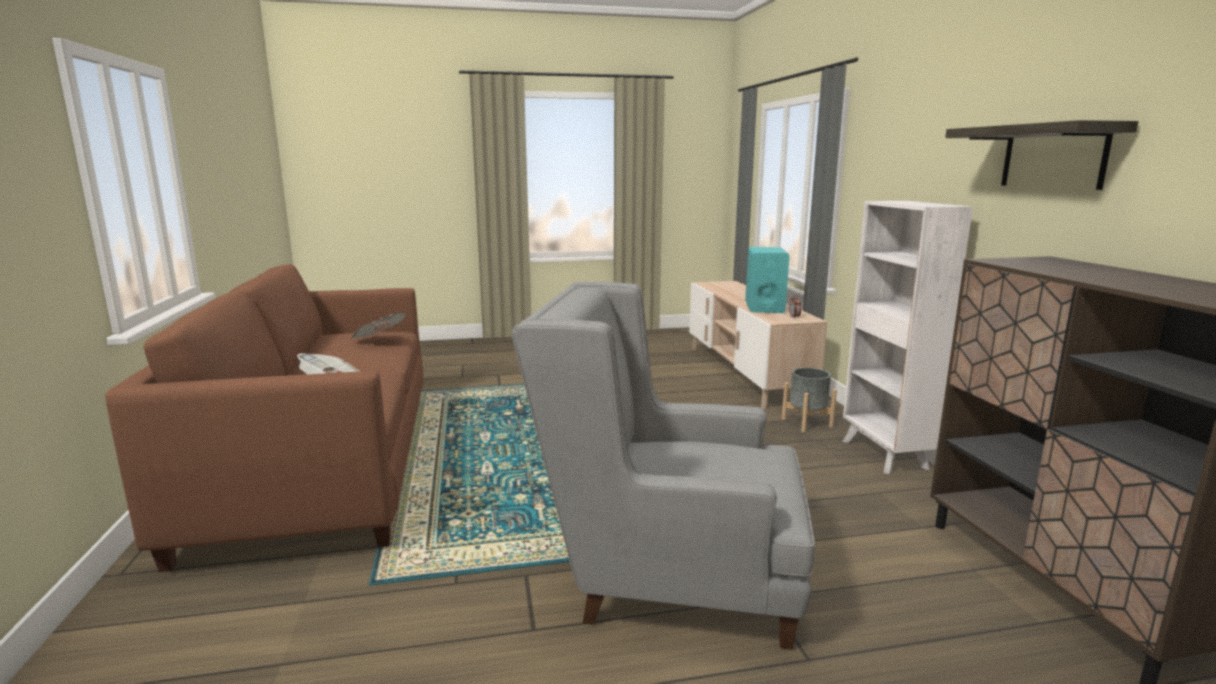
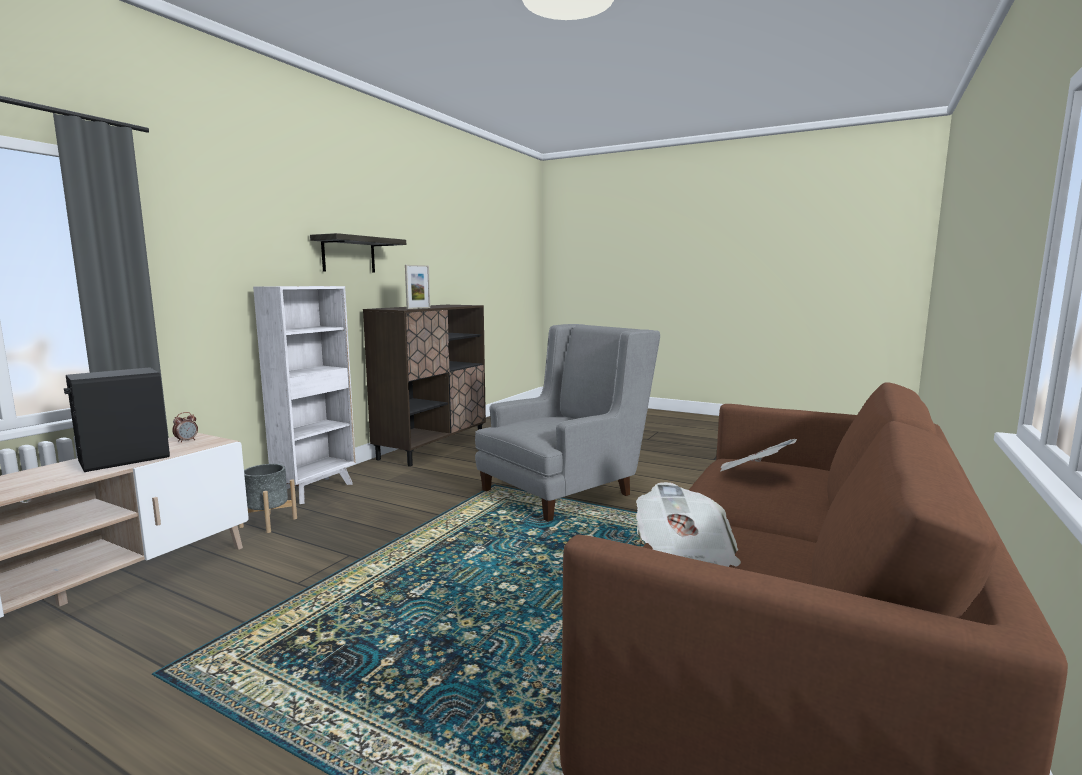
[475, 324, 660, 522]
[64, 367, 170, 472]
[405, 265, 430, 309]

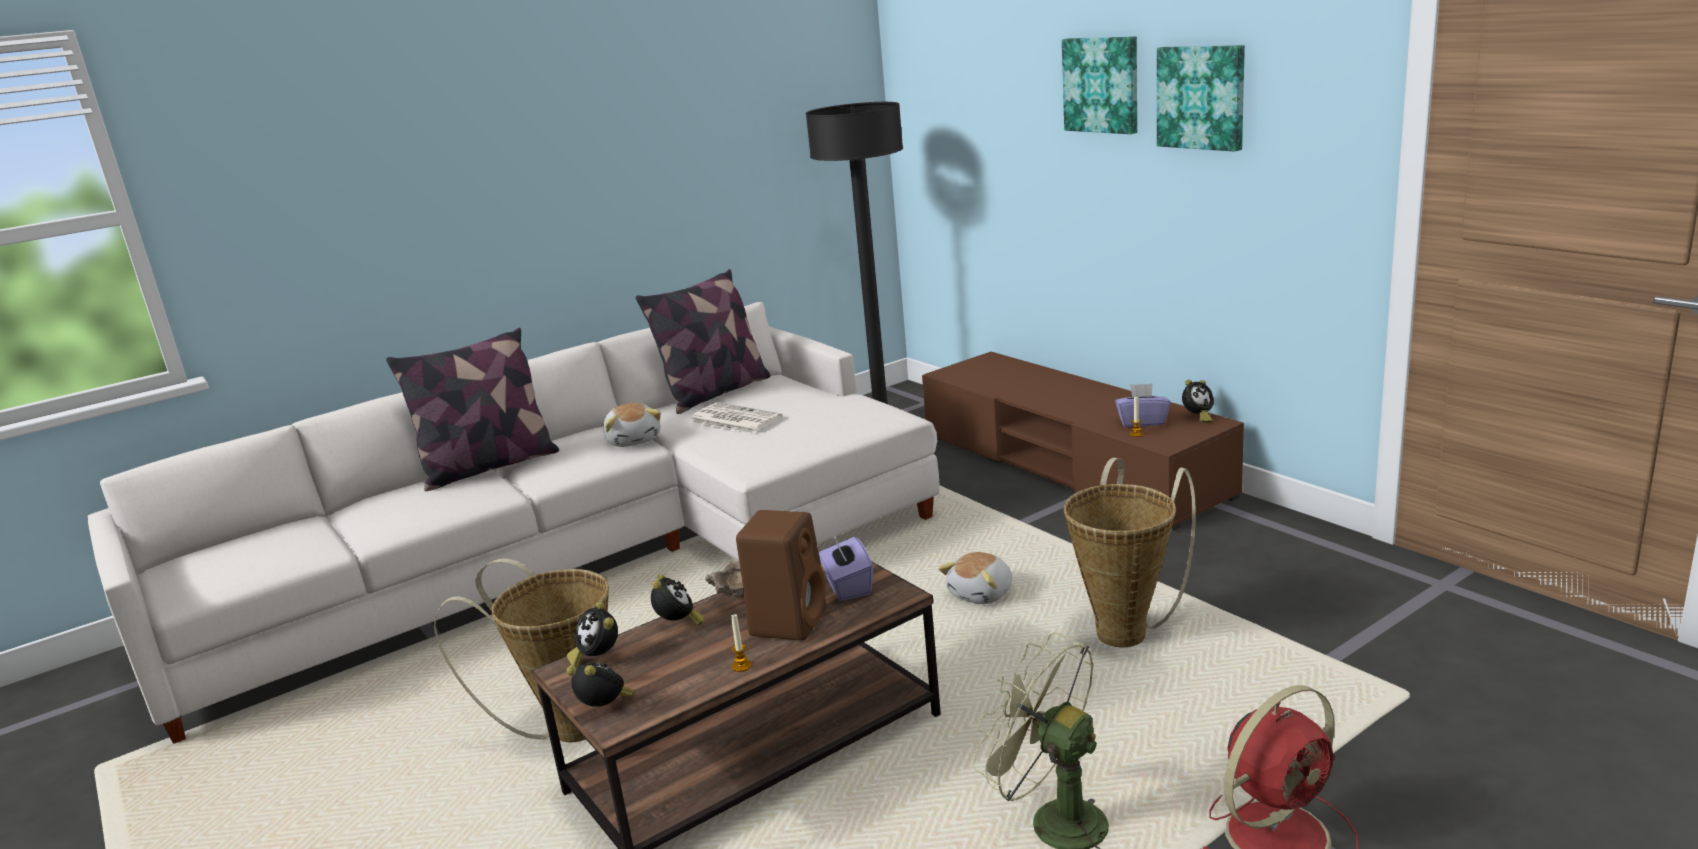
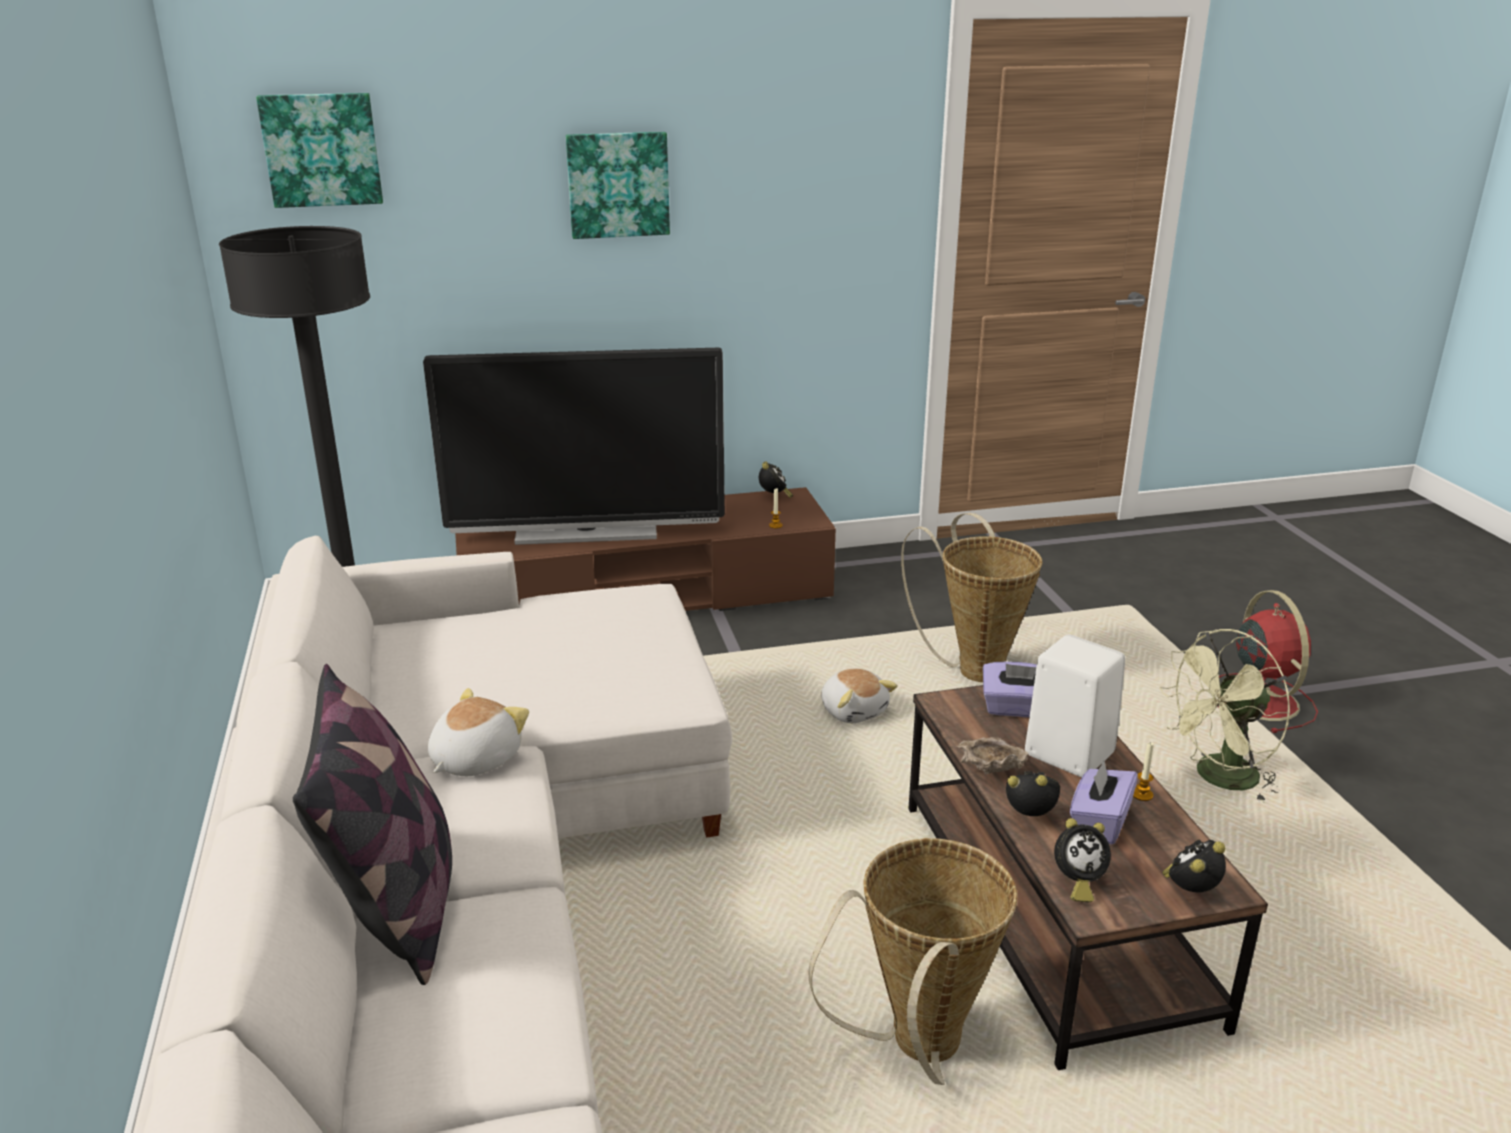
[428, 688, 529, 776]
[636, 269, 770, 414] (first image)
[689, 402, 783, 434] (first image)
[1025, 634, 1125, 778]
[1070, 760, 1138, 845]
[256, 93, 383, 208]
[423, 348, 725, 545]

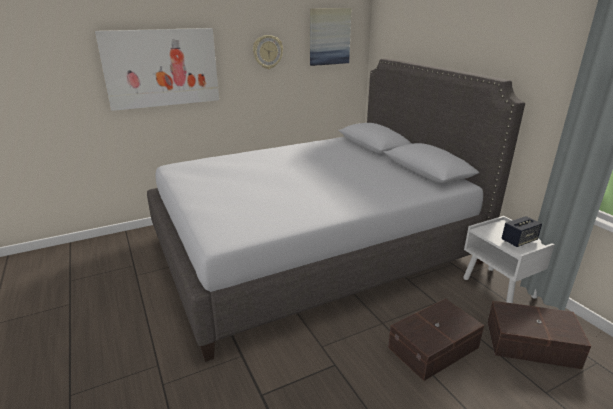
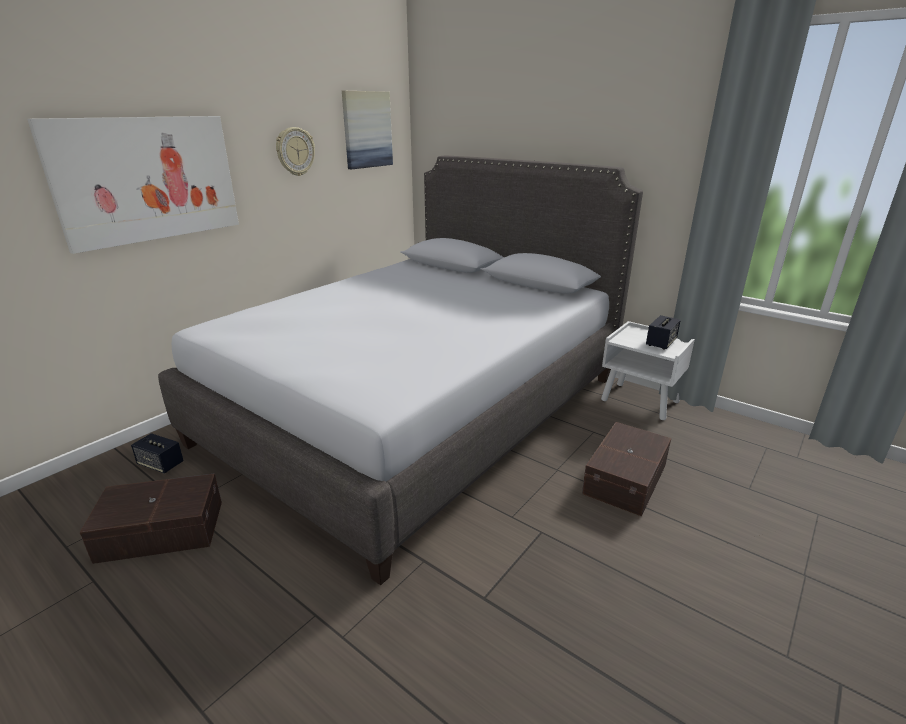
[79, 473, 222, 564]
[131, 433, 184, 474]

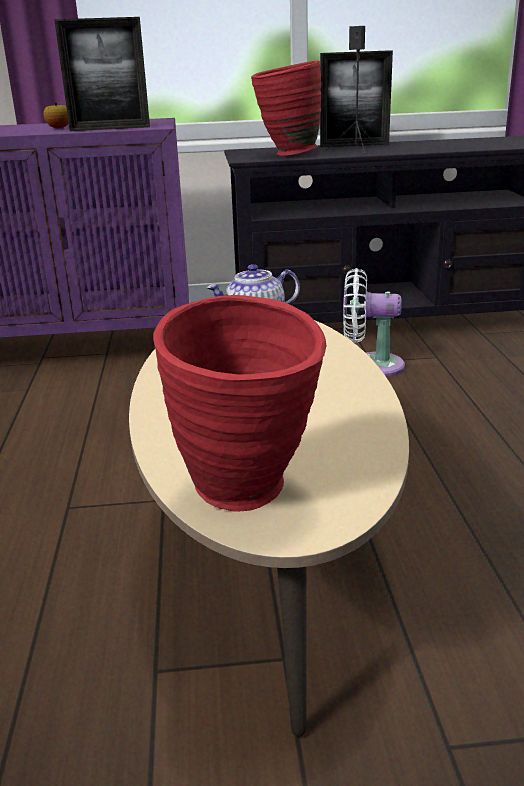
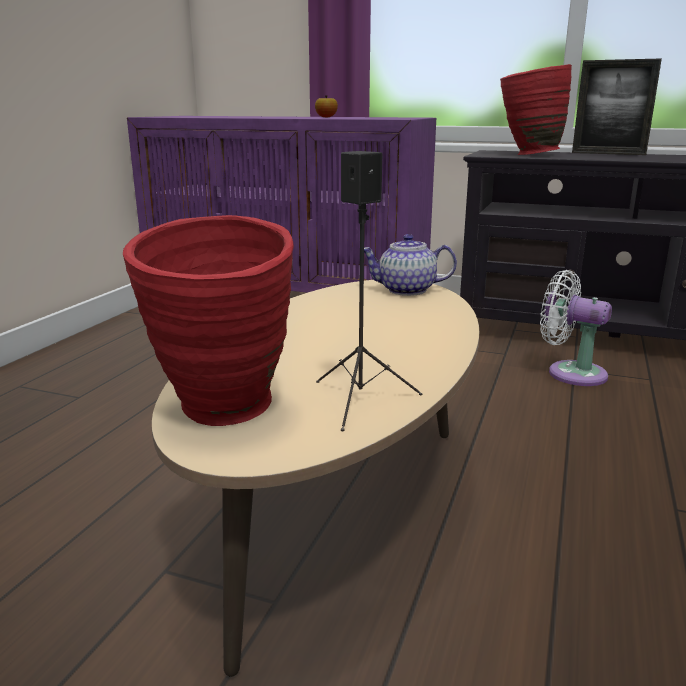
[54, 17, 150, 131] (first image)
[316, 151, 422, 431]

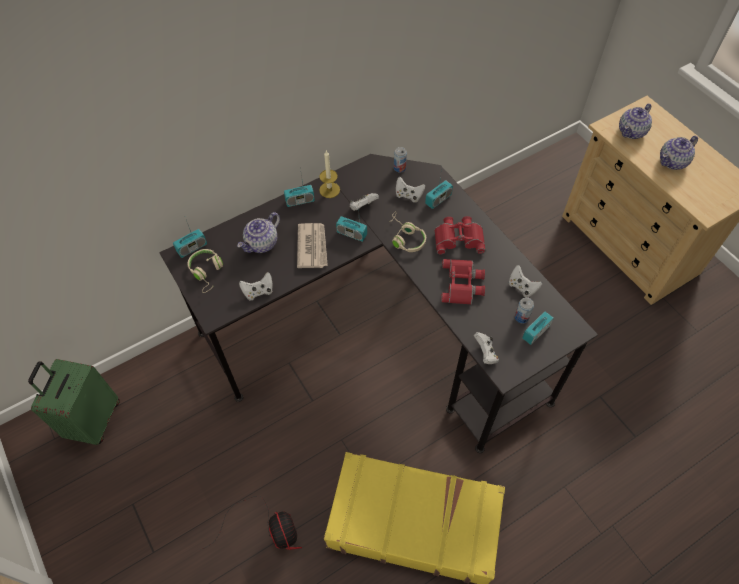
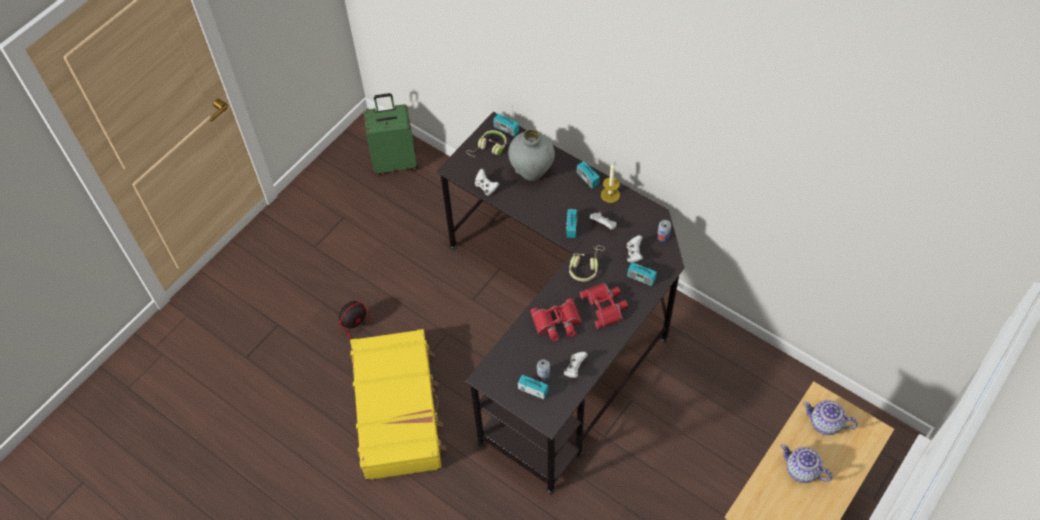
[508, 129, 555, 181]
[297, 223, 328, 268] (first image)
[474, 332, 499, 364] (first image)

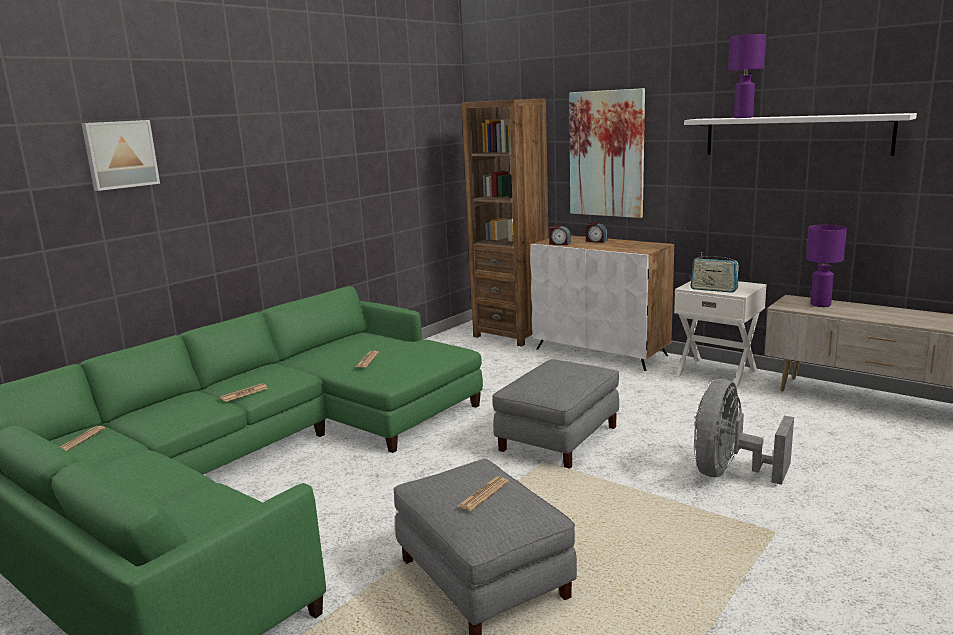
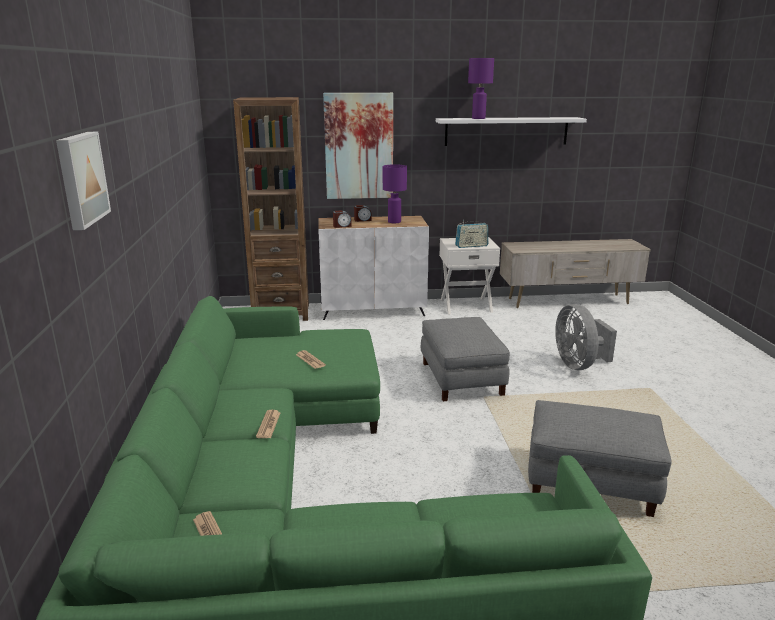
[458, 477, 509, 511] (first image)
[383, 164, 407, 223]

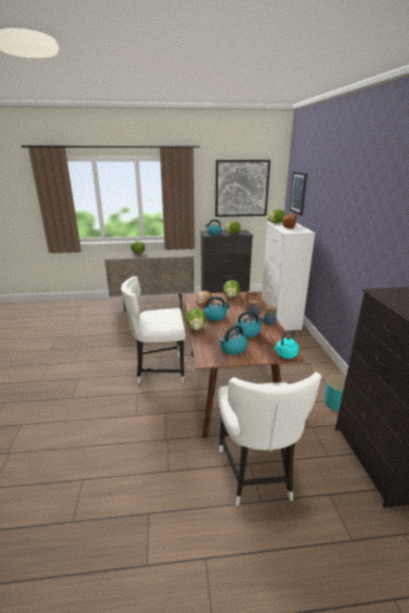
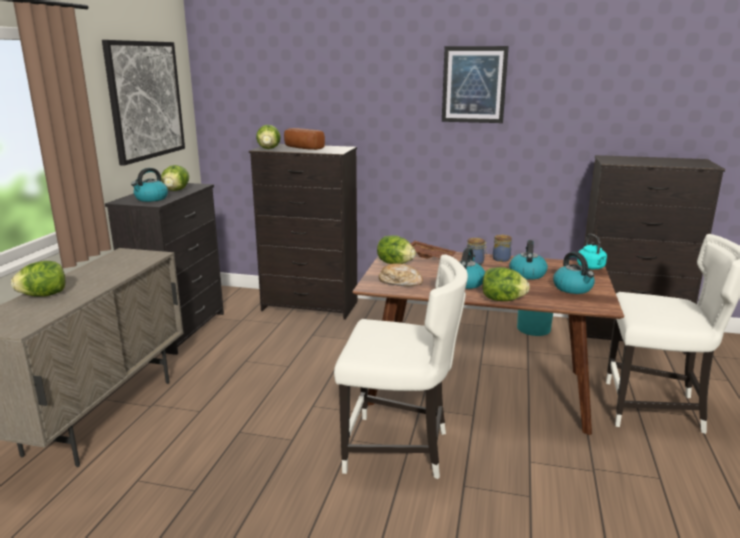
[334, 254, 468, 479]
[249, 144, 357, 320]
[442, 46, 509, 123]

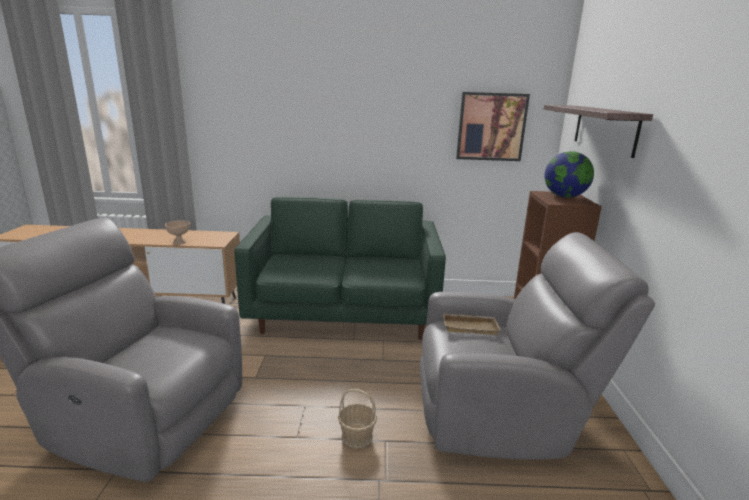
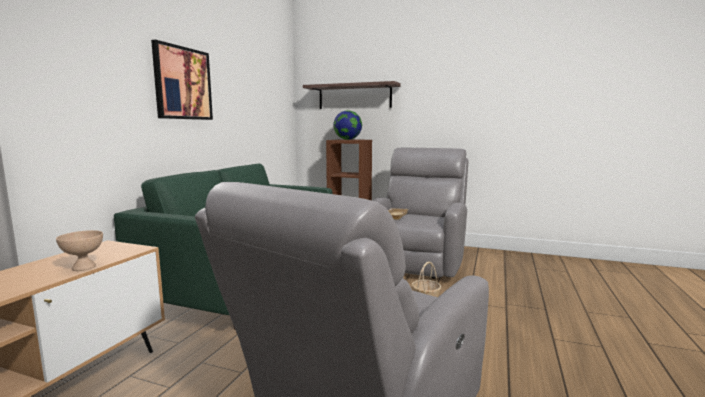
[151, 40, 213, 120]

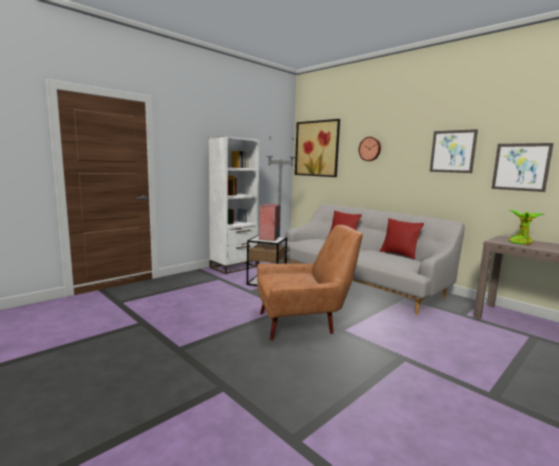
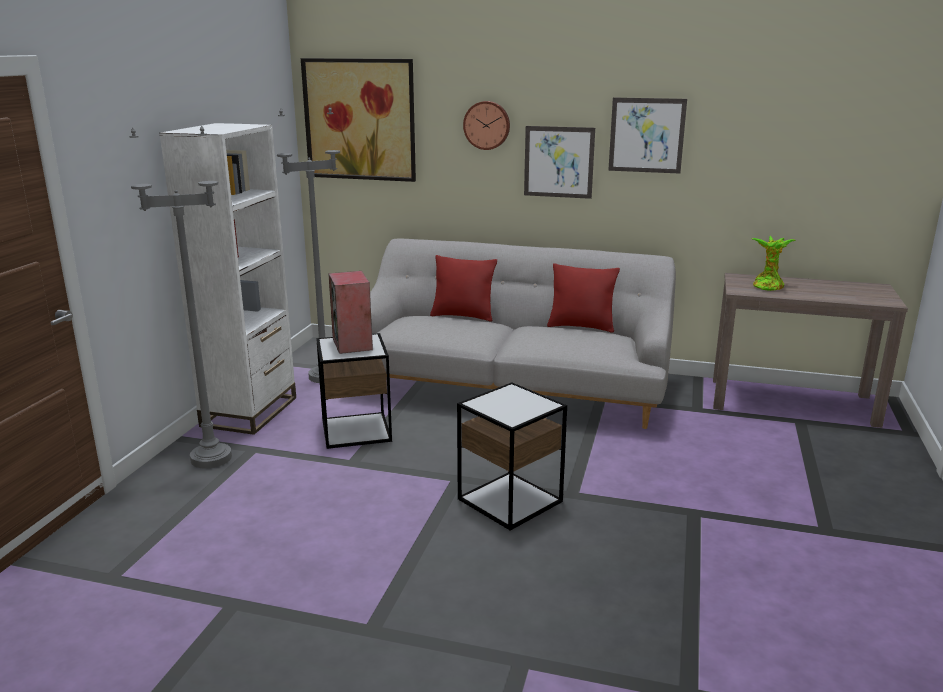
[457, 382, 567, 531]
[524, 126, 595, 199]
[129, 126, 232, 469]

